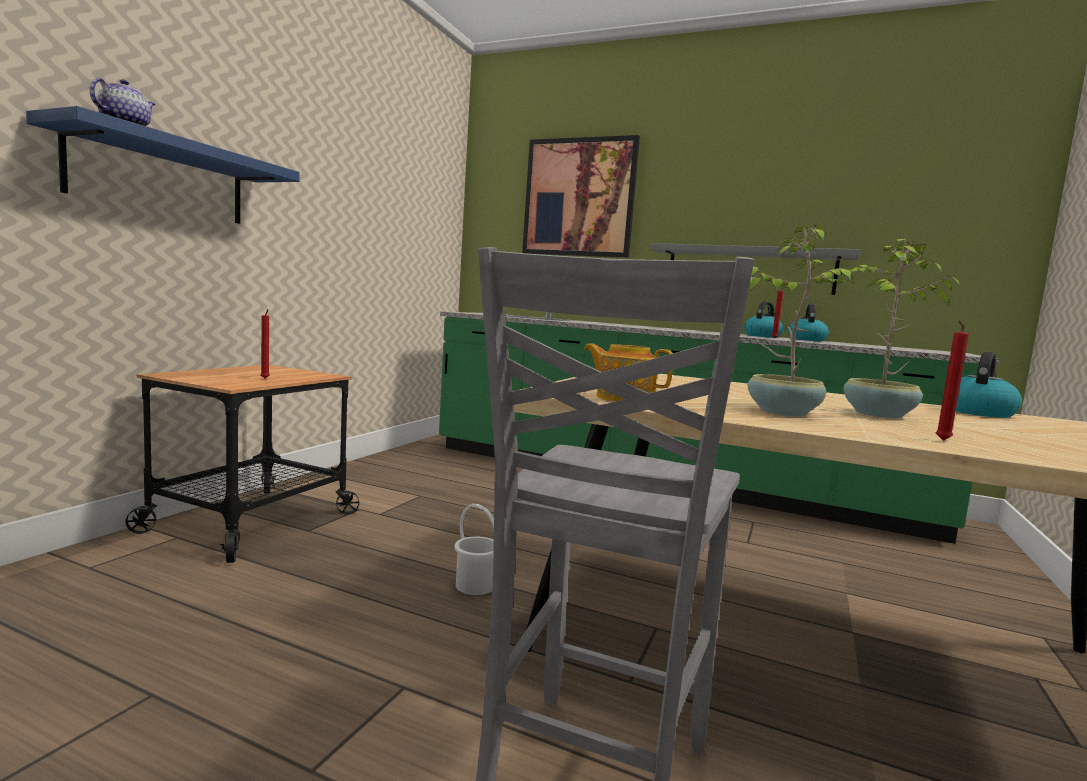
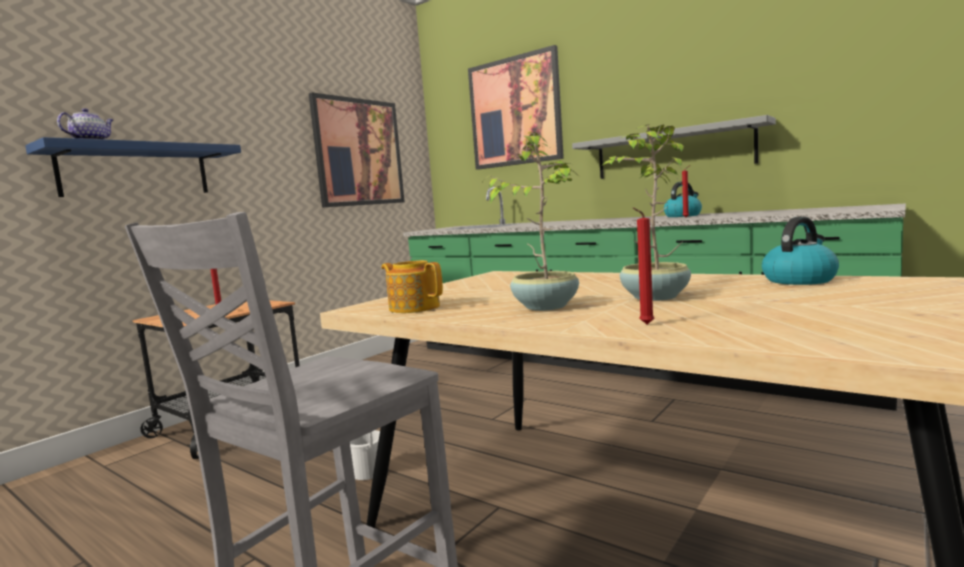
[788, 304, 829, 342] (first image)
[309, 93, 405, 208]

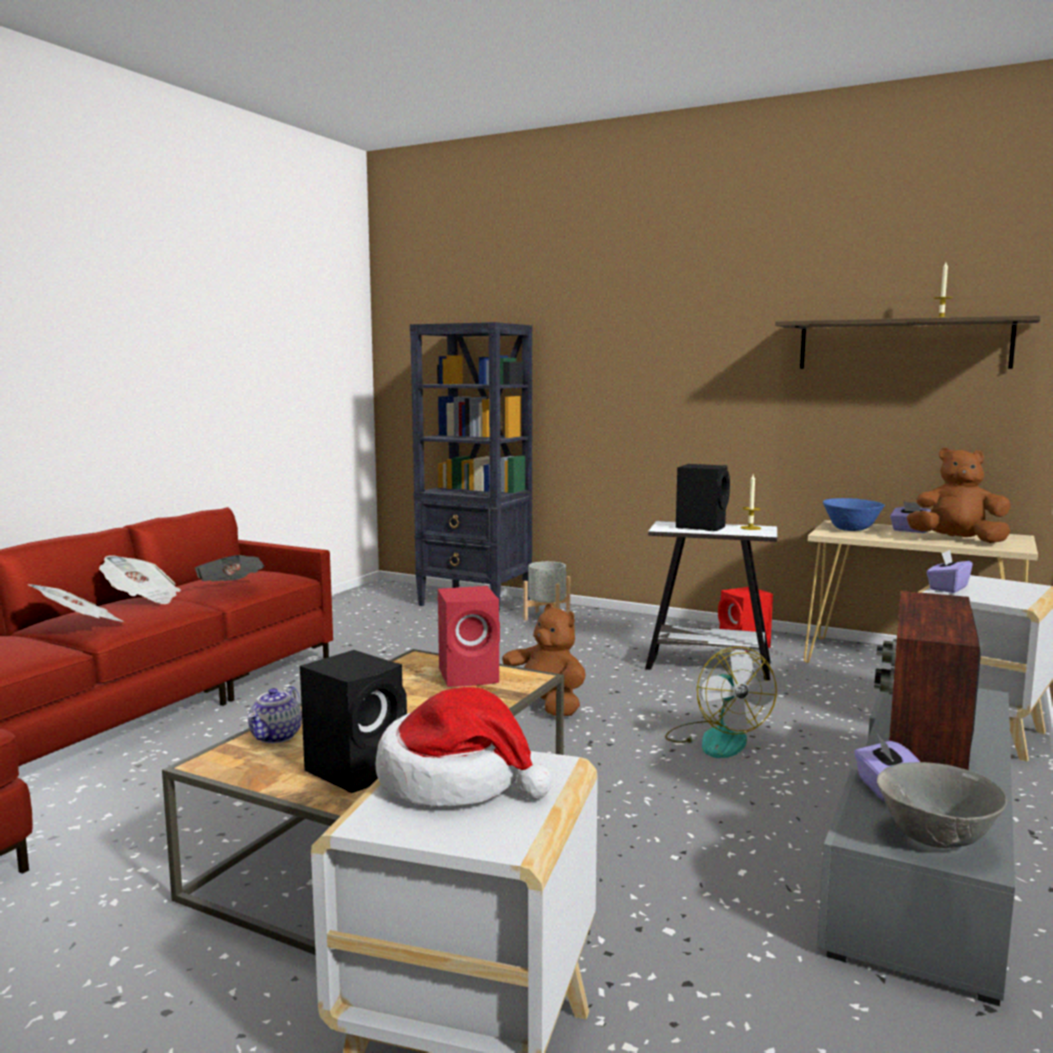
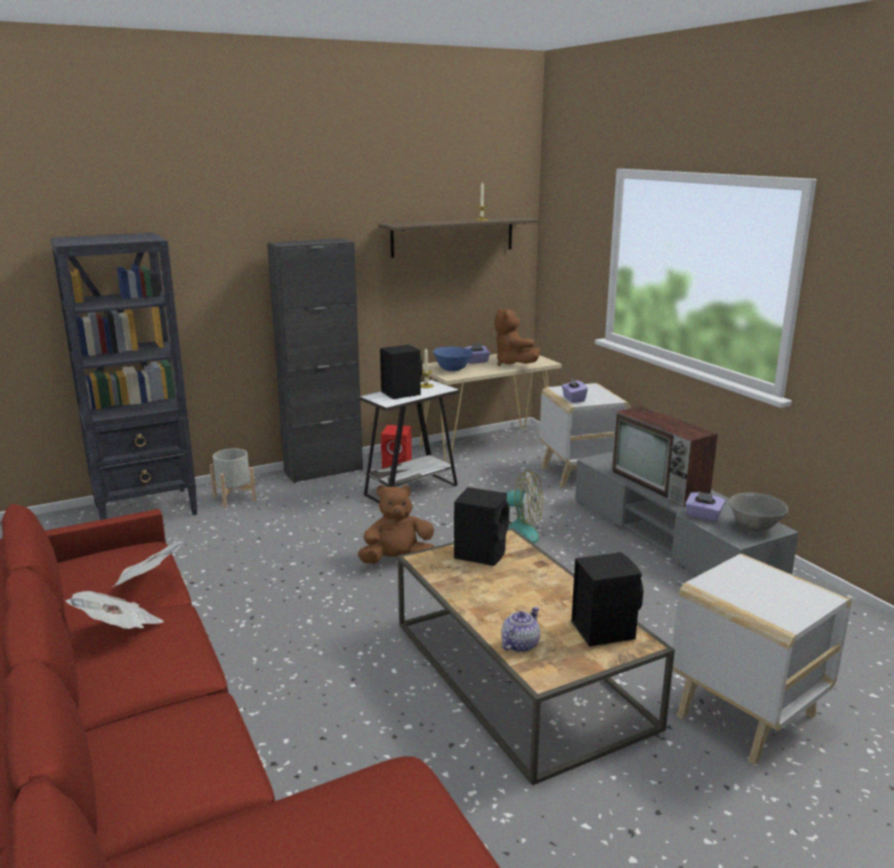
[27, 584, 125, 622] (first image)
[501, 607, 540, 652]
[375, 687, 552, 807] (first image)
[454, 487, 510, 566]
[494, 308, 540, 366]
[267, 238, 363, 483]

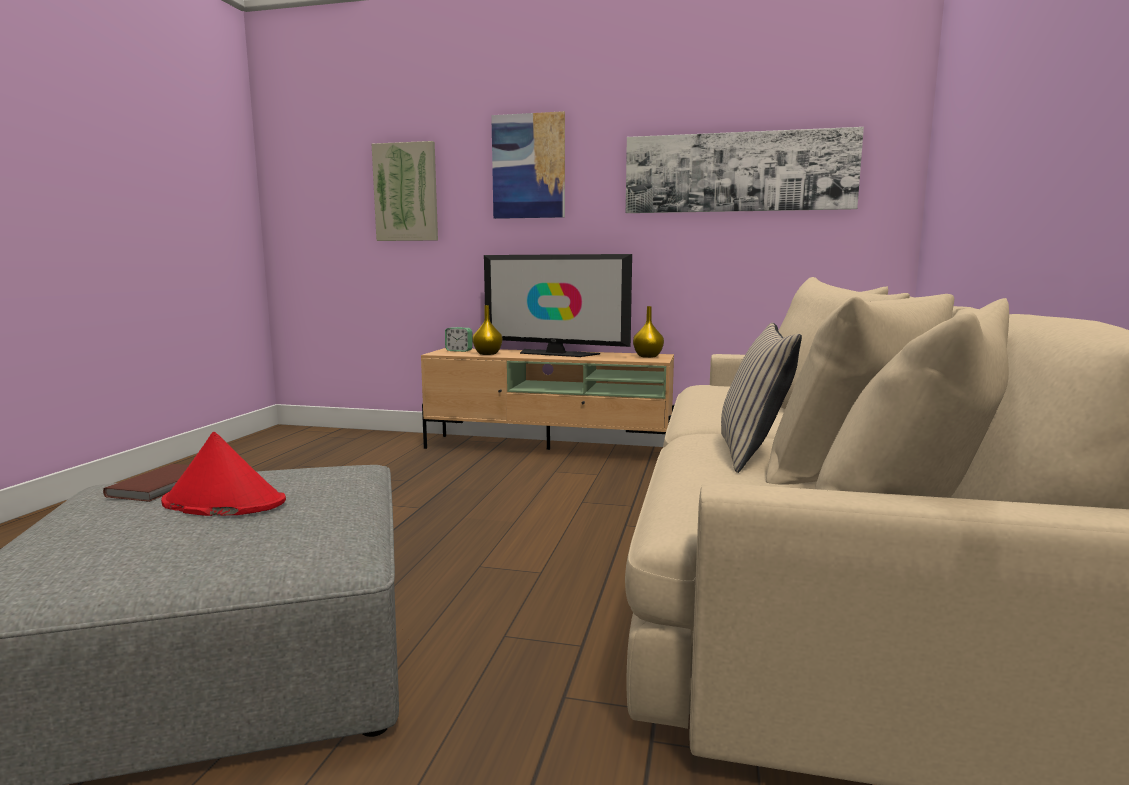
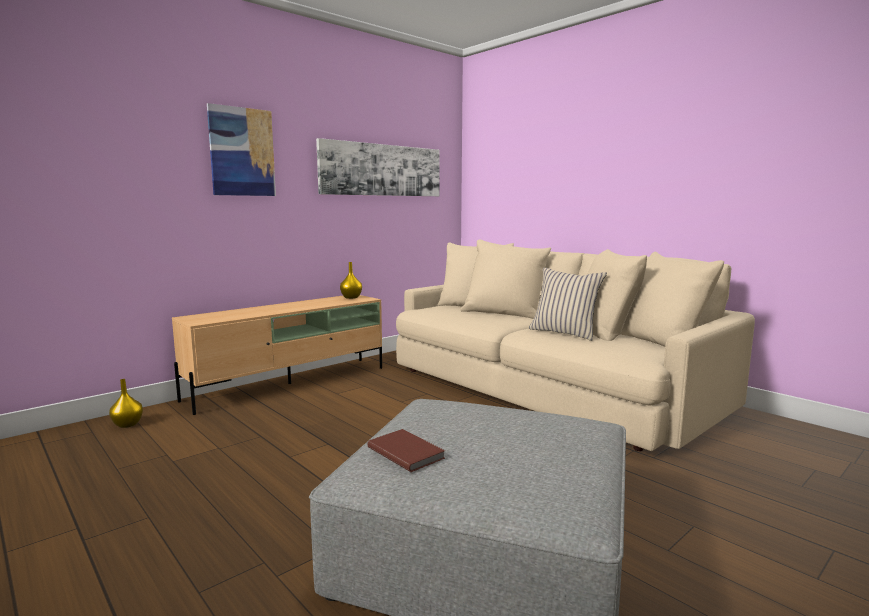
[161, 431, 286, 516] (first image)
[372, 141, 438, 241] (first image)
[445, 327, 473, 352] (first image)
[109, 379, 143, 428]
[484, 254, 632, 357] (first image)

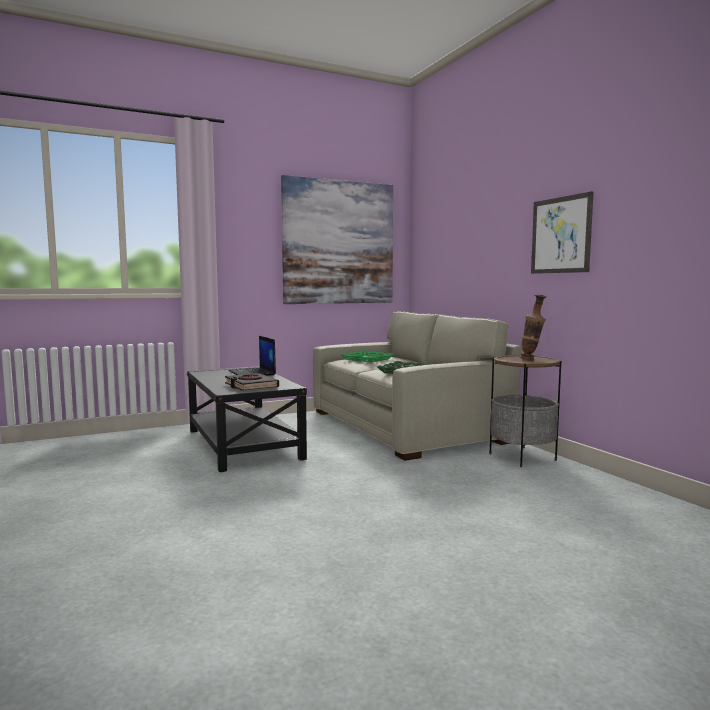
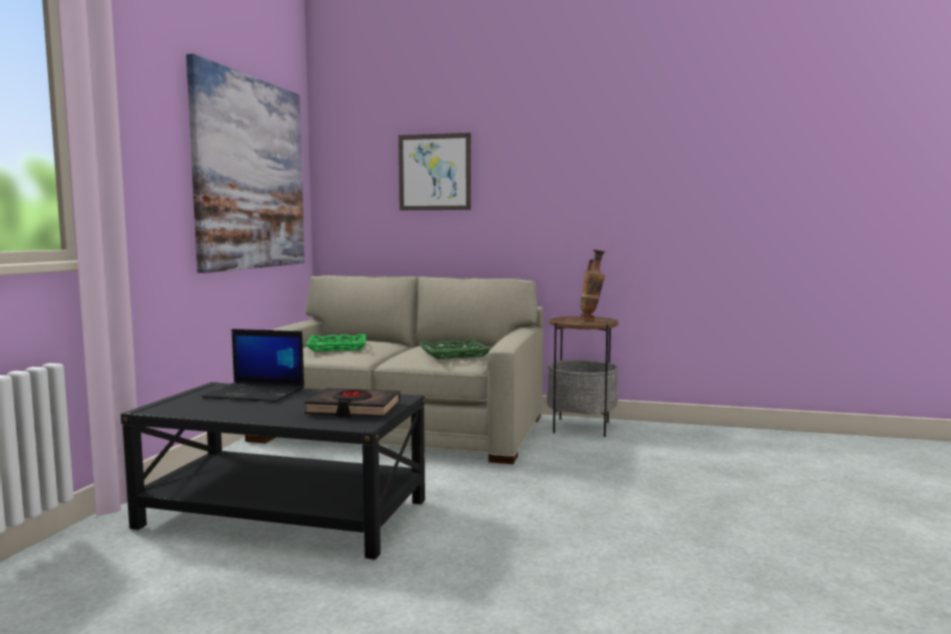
[398, 133, 471, 210]

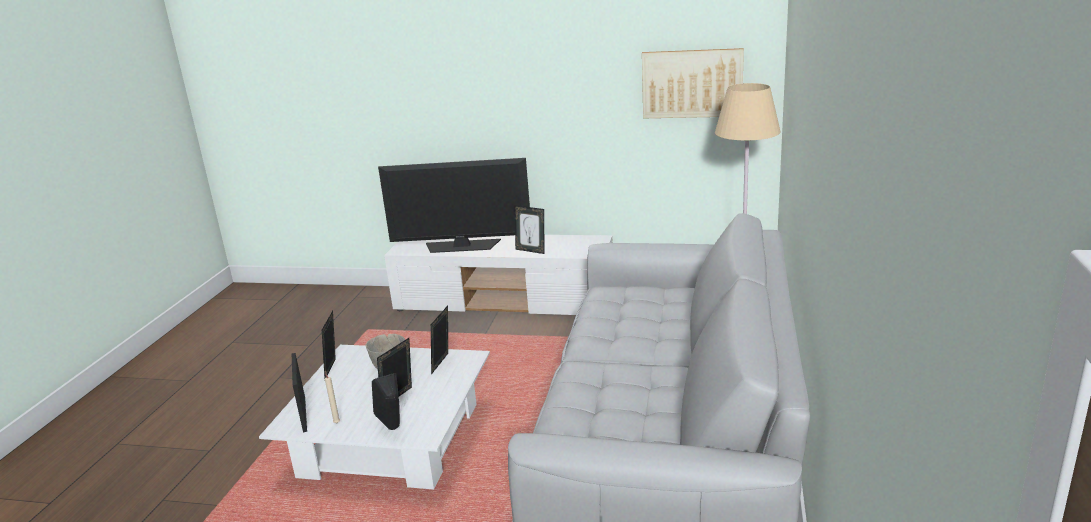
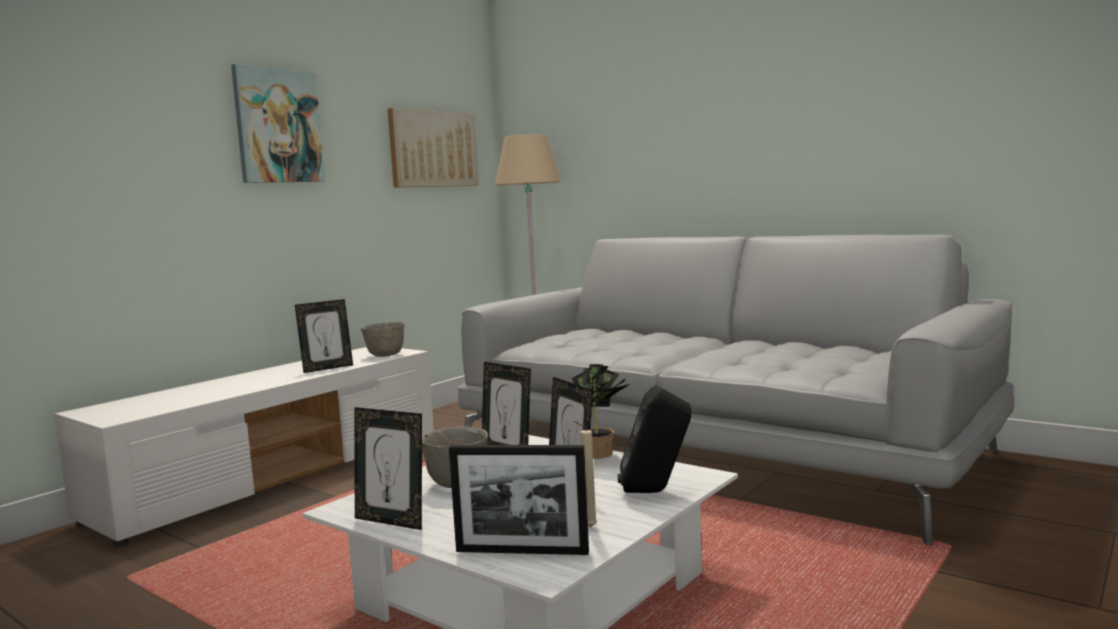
[378, 158, 530, 253] (first image)
[231, 64, 325, 183]
[361, 322, 405, 357]
[571, 364, 630, 459]

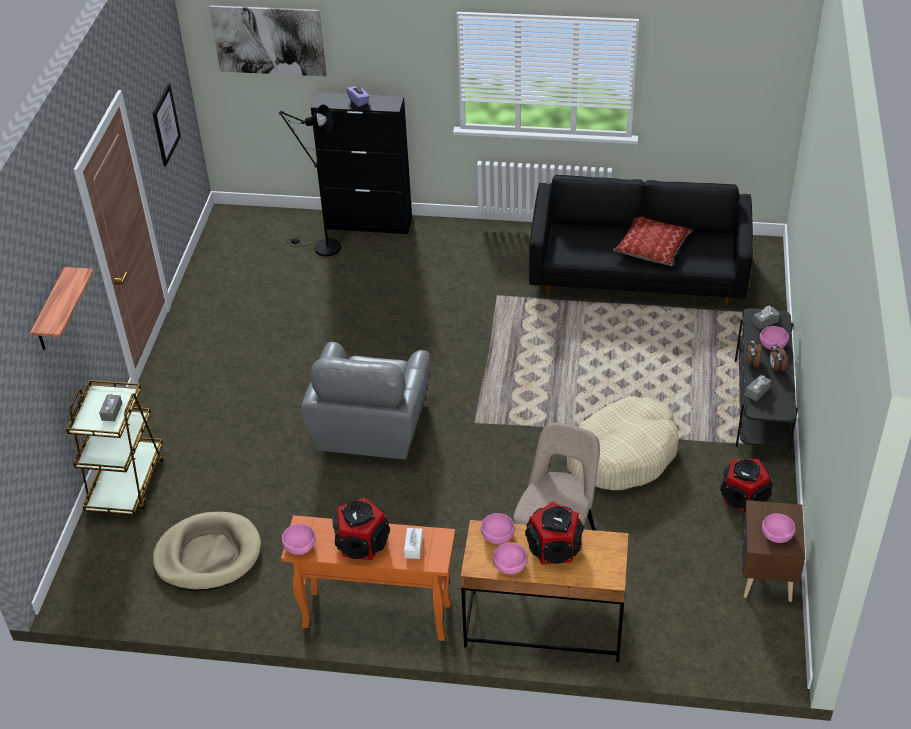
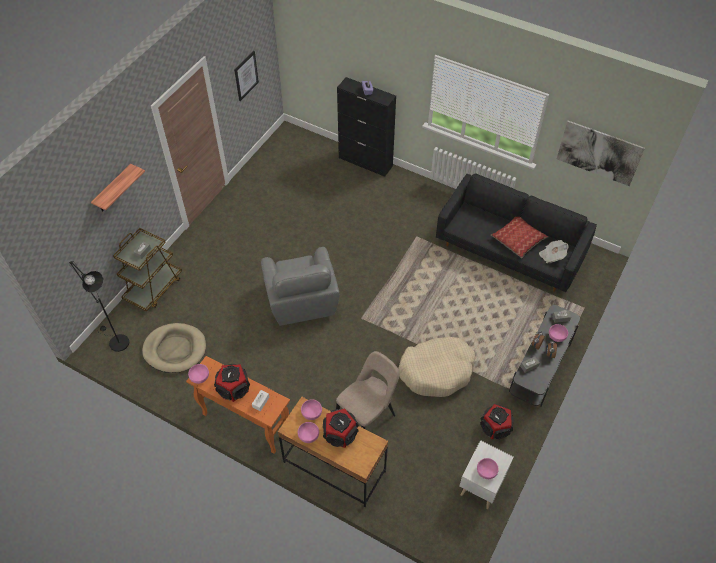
[557, 121, 645, 186]
[69, 261, 129, 352]
[261, 247, 340, 326]
[459, 440, 513, 509]
[539, 240, 569, 263]

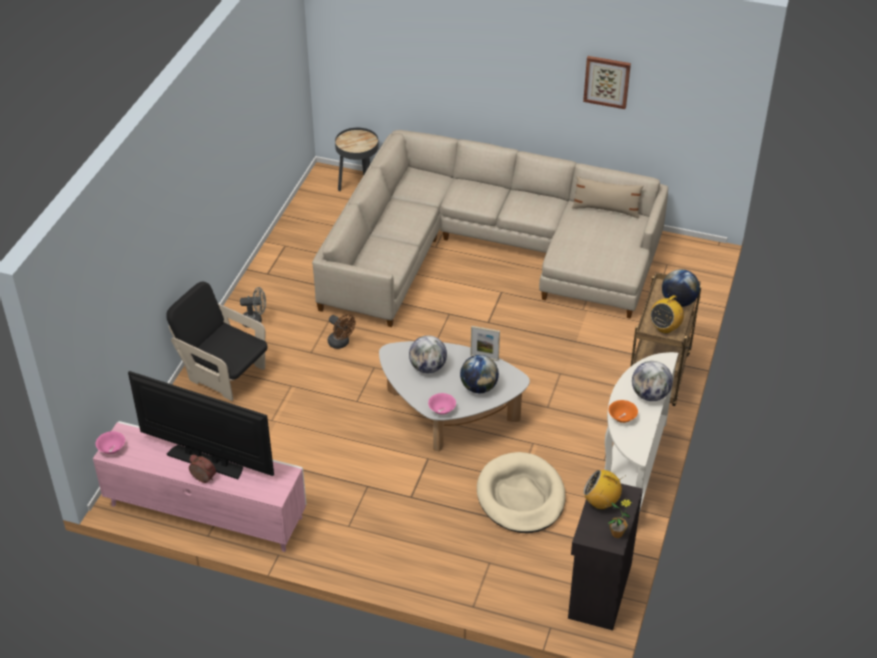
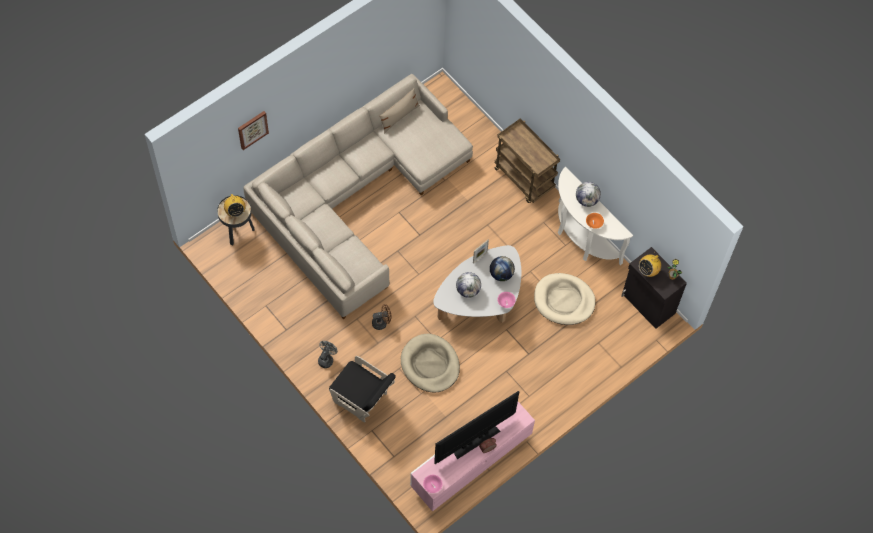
[329, 356, 396, 423]
[238, 111, 269, 150]
[224, 194, 246, 217]
[662, 269, 700, 307] (first image)
[401, 334, 460, 392]

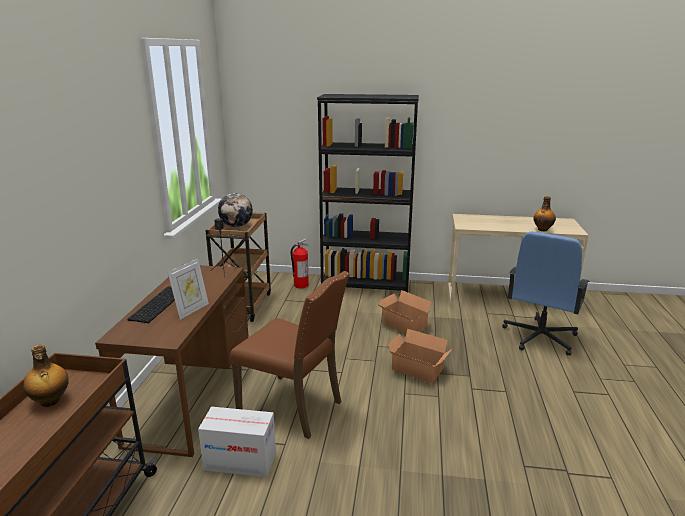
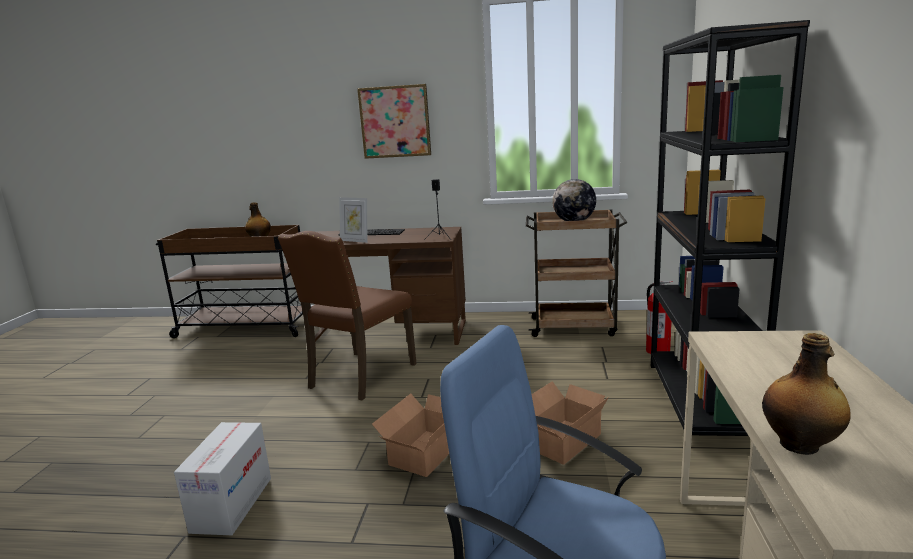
[174, 422, 271, 535]
[357, 84, 431, 159]

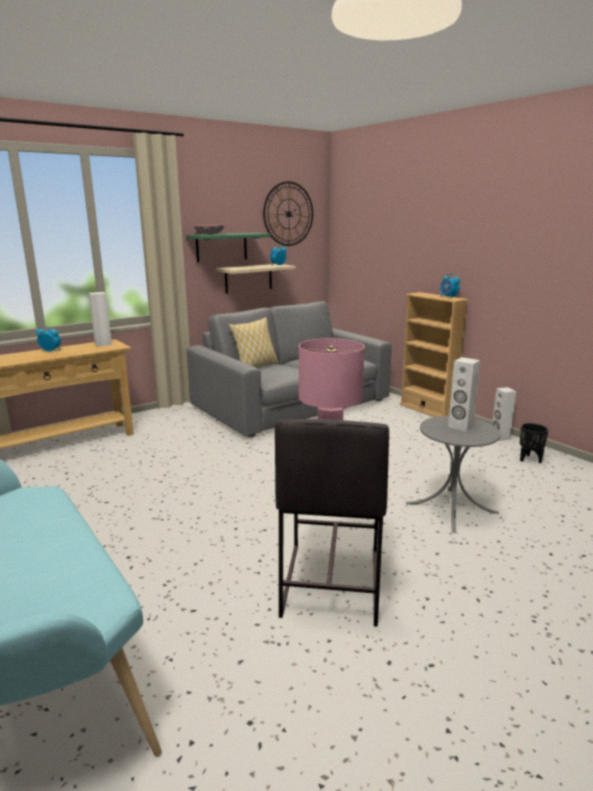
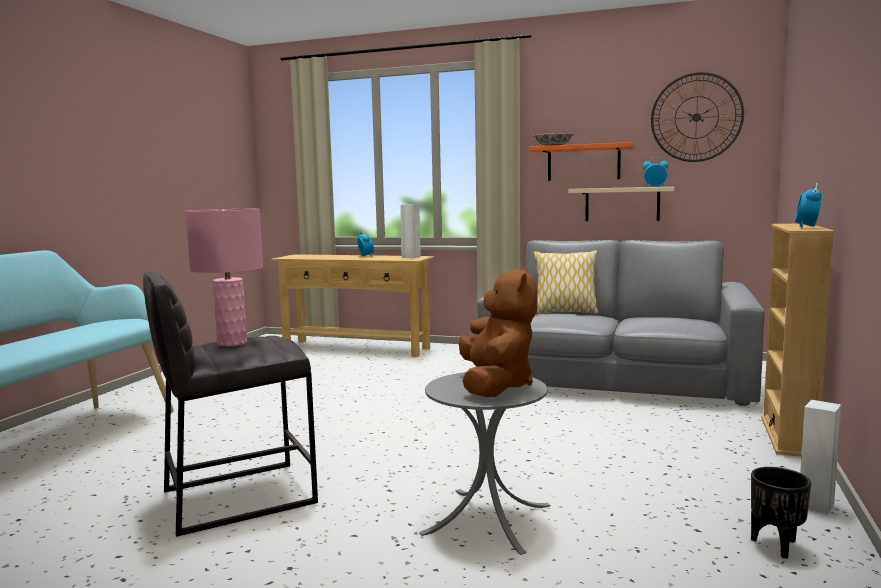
[529, 142, 634, 181]
[459, 266, 538, 397]

